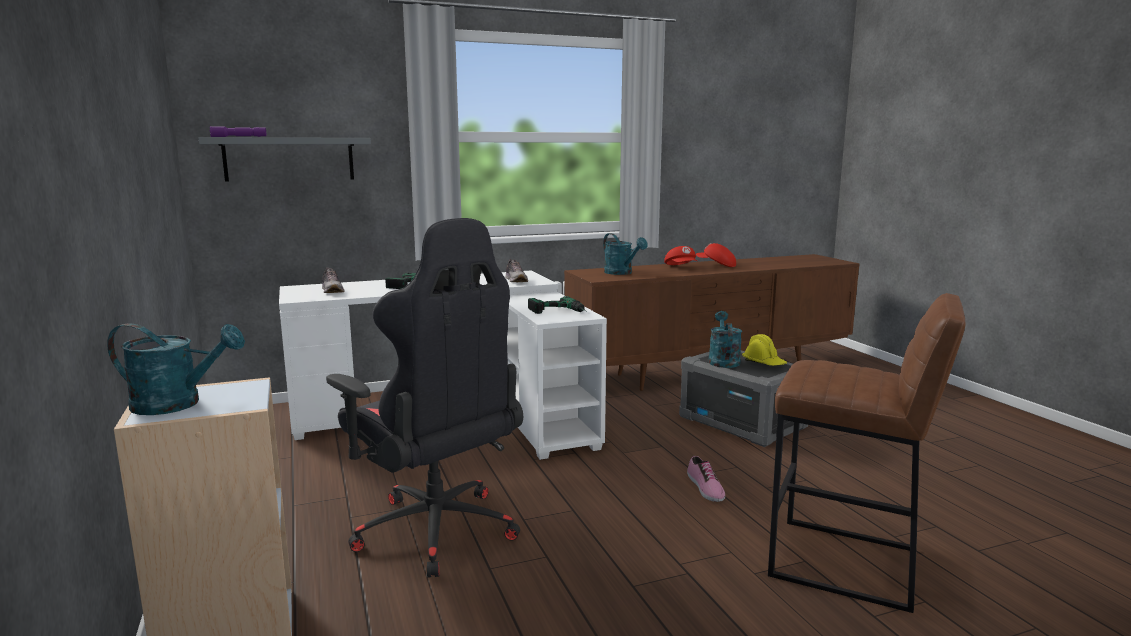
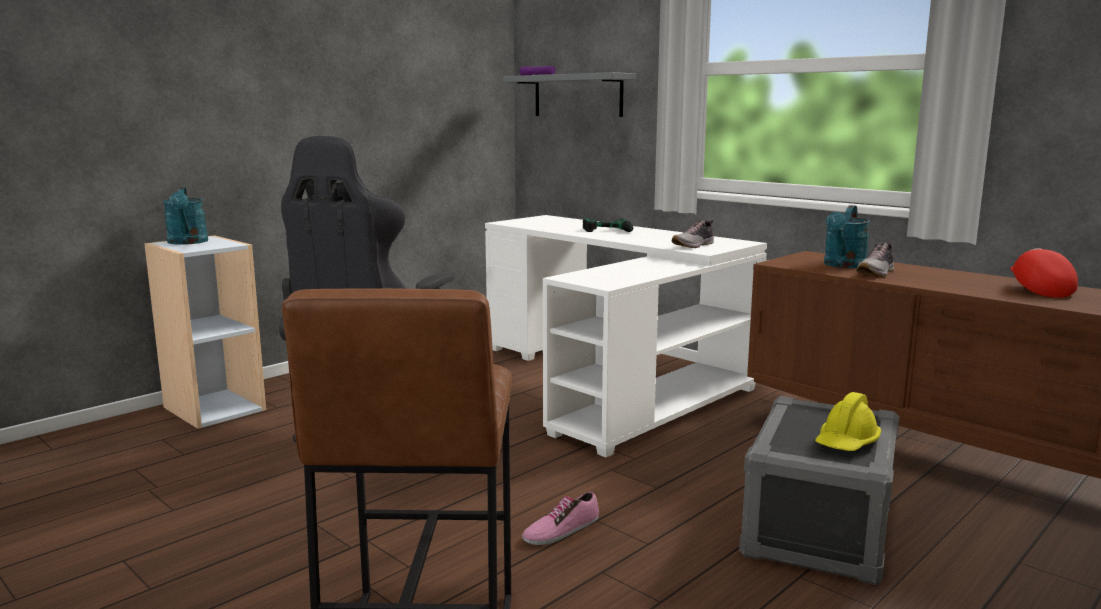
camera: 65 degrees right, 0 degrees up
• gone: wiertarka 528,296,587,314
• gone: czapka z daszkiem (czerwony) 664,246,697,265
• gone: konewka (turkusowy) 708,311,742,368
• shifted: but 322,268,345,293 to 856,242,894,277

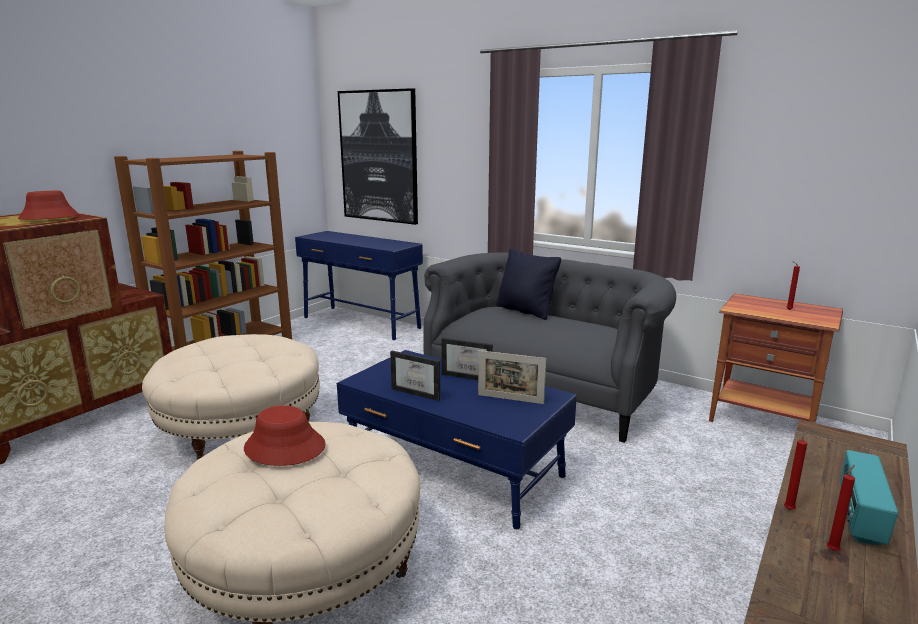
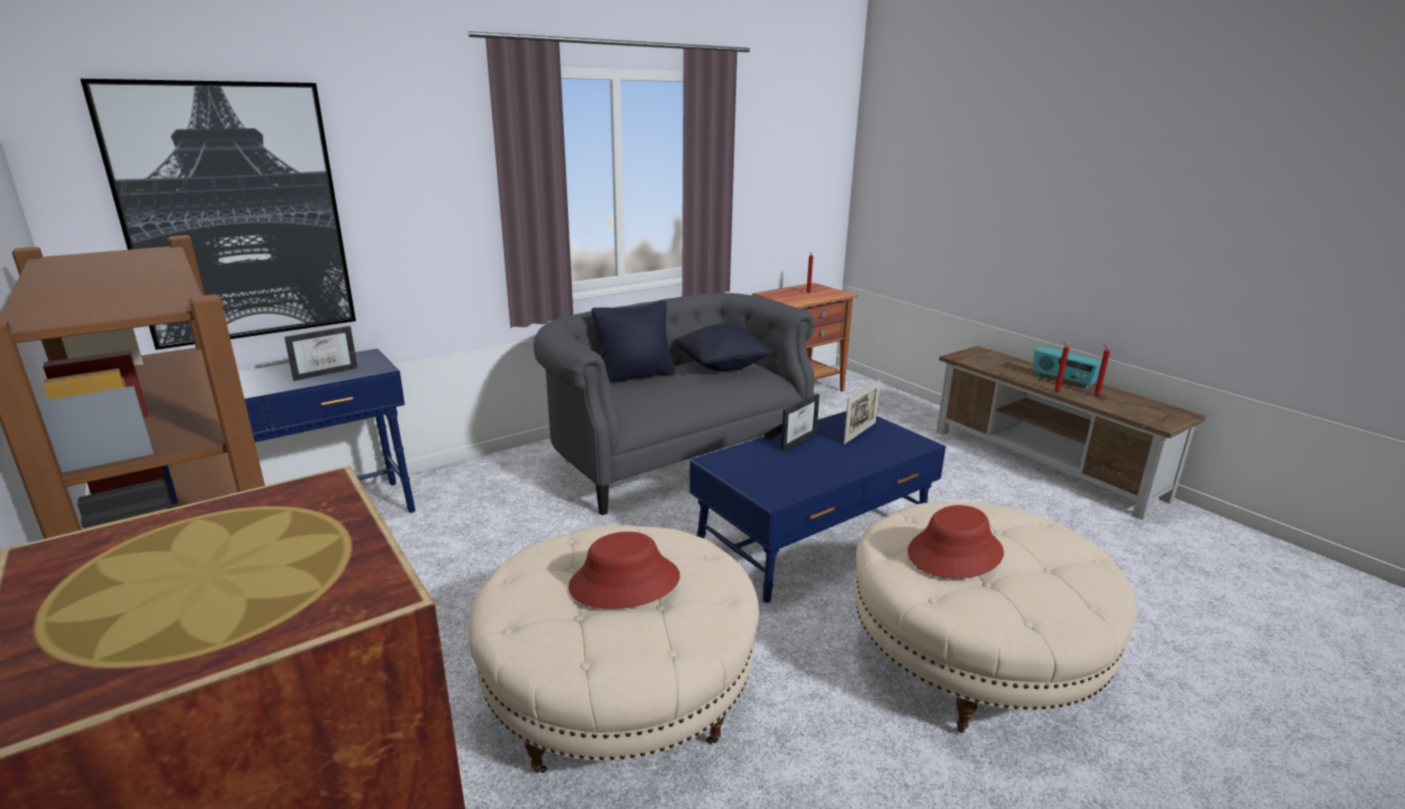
camera: 70 degrees left, 5 degrees up
• new: poduszka (czarny) 675,324,773,371
• shifted: kapelusz (czerwony) 18,191,79,220 to 568,532,680,609
• shifted: ramka na zdjęcie 390,351,440,401 to 284,326,358,381

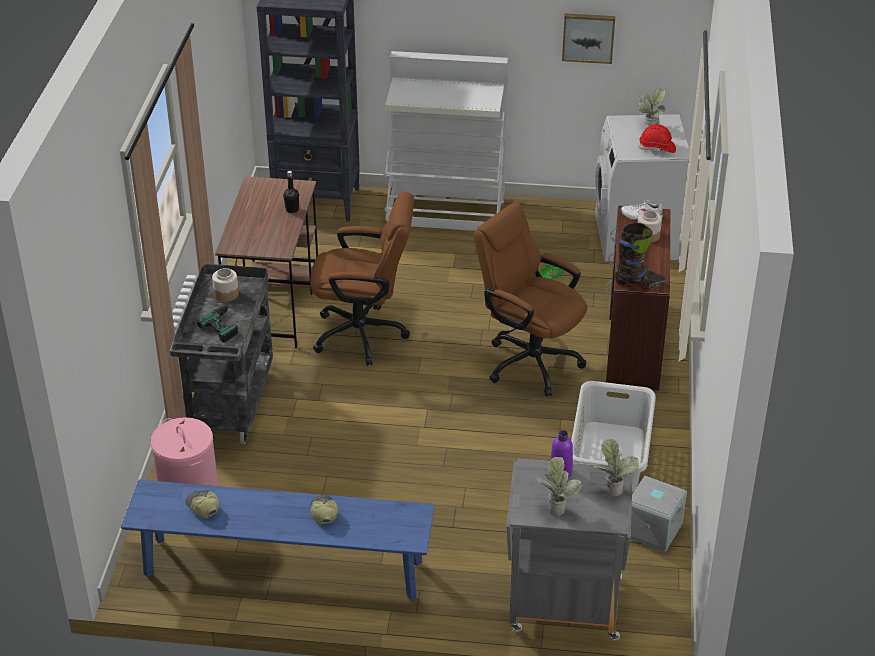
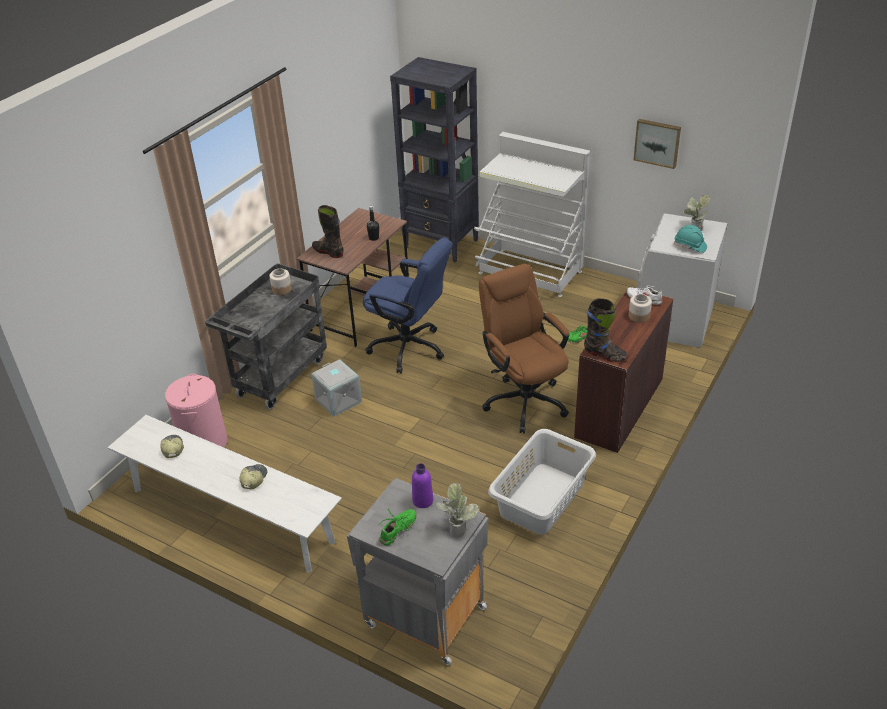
camera: 25 degrees right, 0 degrees up
• gone: wiertarka 197,303,238,343
• new: but z cholewką (czarny) 312,205,344,258
• shifted: pojemnik do przechowywania (szary) 631,476,687,552 to 311,359,362,417
• swapped: roślina doniczkowa 536,457,583,516 to but (zielony) 377,509,417,546
• repainted: ławka (niebieski) 121,480,435,601 to ławka (biały) 108,415,342,573
• repainted: krzesło biurowe (brązowy) 310,192,414,366 to krzesło biurowe (niebieski) 363,238,453,373
• repainted: kask (czerwony) 638,124,676,153 to kask (turkusowy) 674,225,707,253

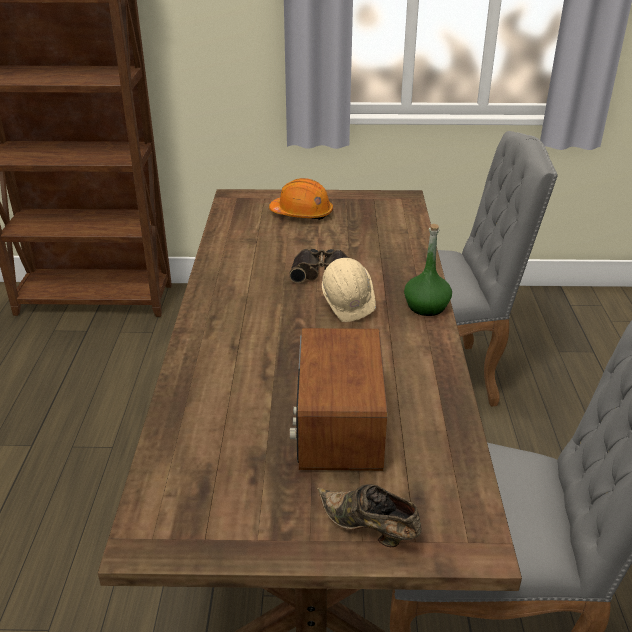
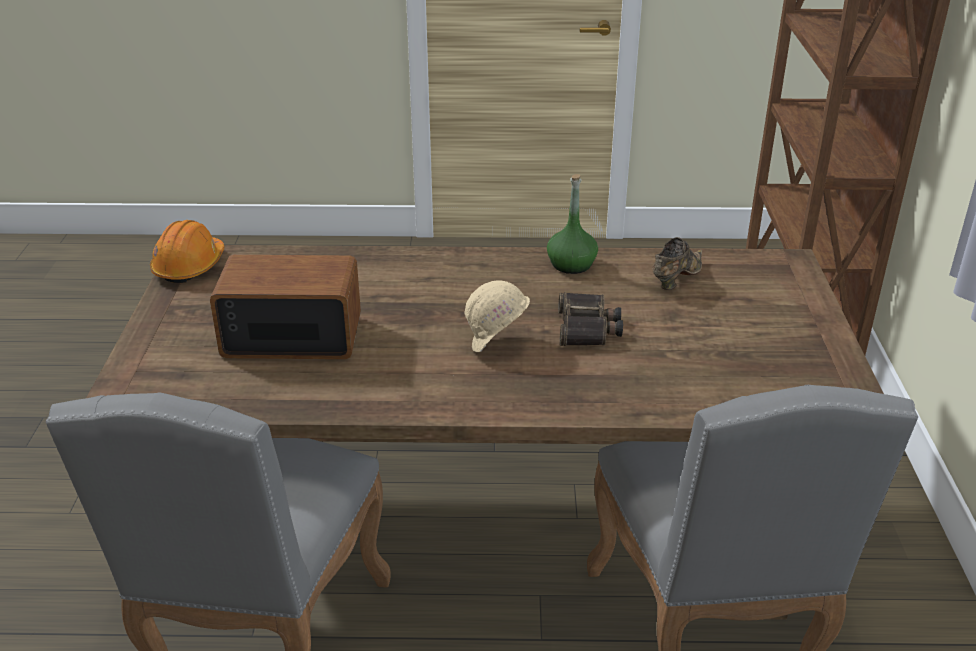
camera: 90 degrees right, 0 degrees up
• shifted: kask (pomarańczowy) 269,178,333,220 to 150,220,225,283
• shifted: but (brązowy) 317,484,422,547 to 652,237,702,290
• shifted: butelka (zielony) 404,224,452,316 to 547,174,598,274

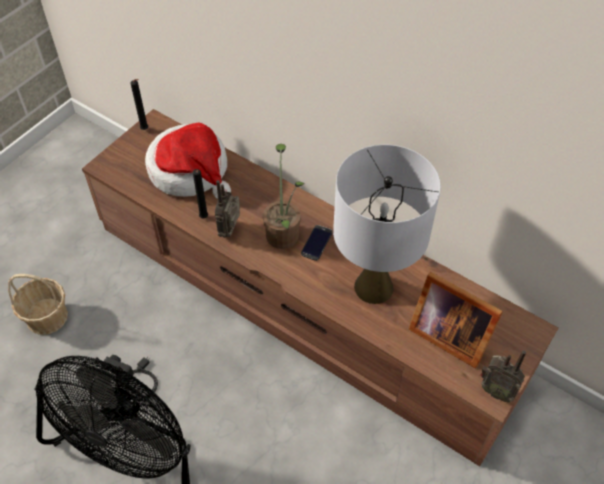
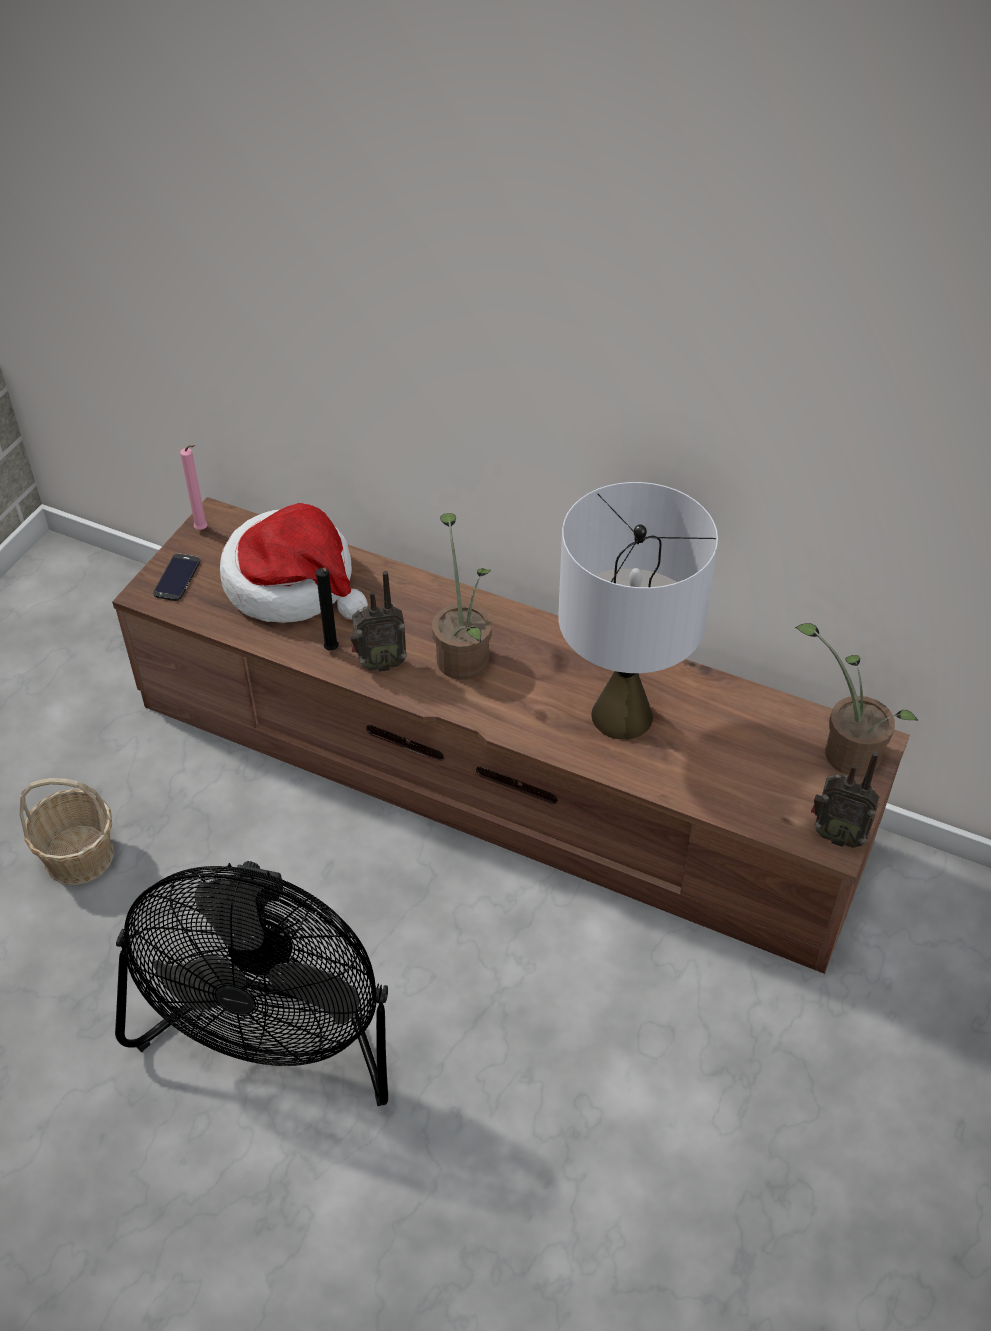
camera: 10 degrees left, 5 degrees down
• gone: ramka na zdjęcie 409,272,503,369
• new: roślina doniczkowa 795,623,918,777
• shifted: telefon 301,225,332,261 to 153,554,200,601
• repainted: świeca (czarny) 130,79,148,130 to świeca (różowy) 180,445,208,530
• rotated: radio 215,180,240,238 = 350,571,407,672 105 degrees counterclockwise

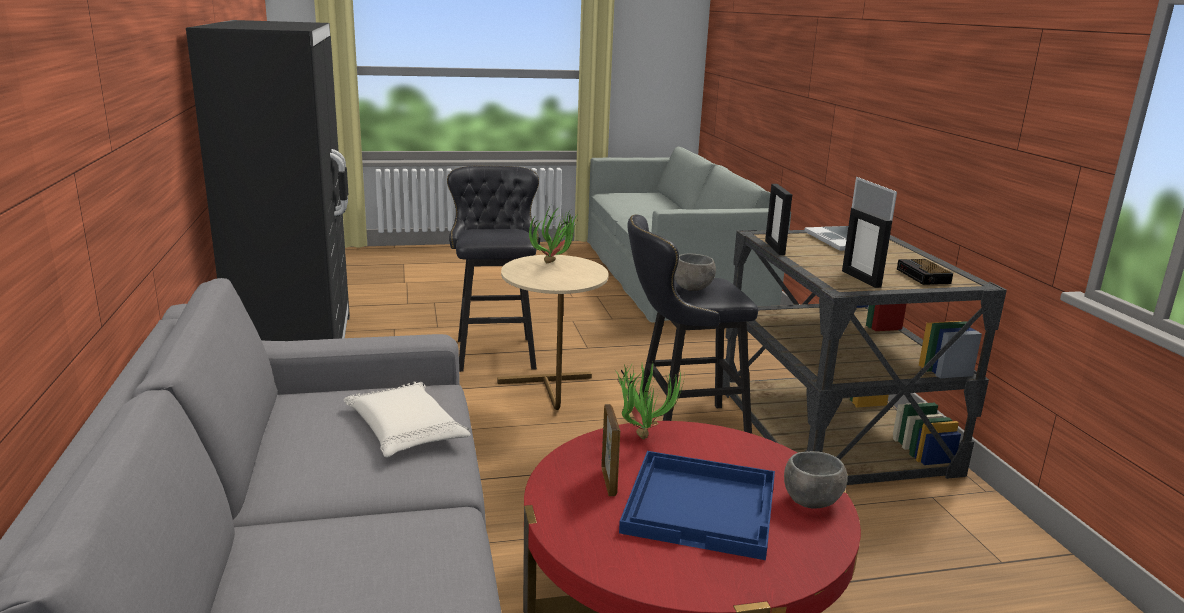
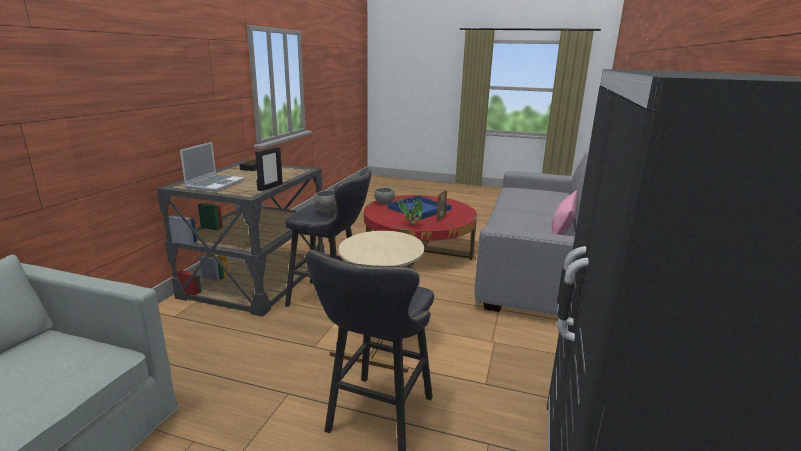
camera: 150 degrees left, 0 degrees up
• gone: poduszka (biały) 344,381,471,458
• gone: roślina doniczkowa 529,205,577,263
• gone: ramka na zdjęcie 842,207,892,288
• new: poduszka (różowy) 552,190,577,235

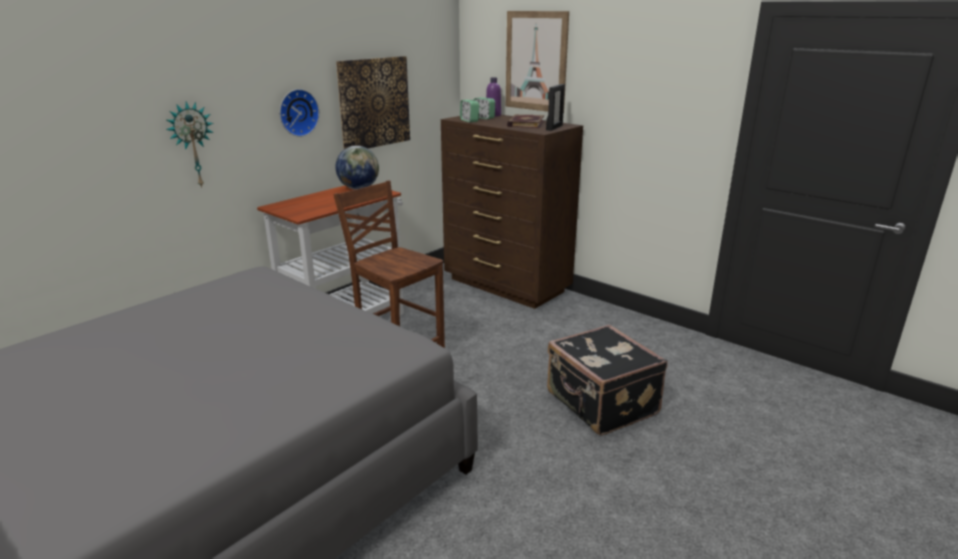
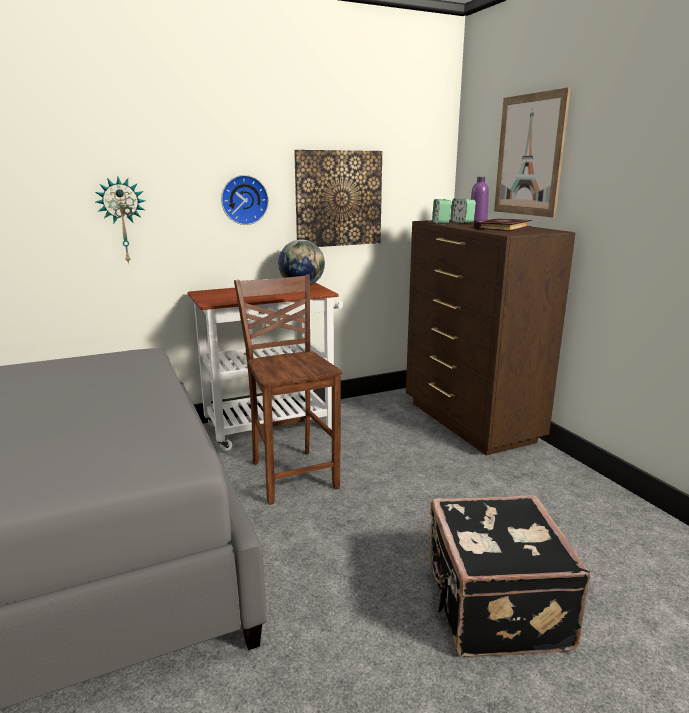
camera: 25 degrees right, 5 degrees down
• gone: ramka na zdjęcie 546,84,565,131

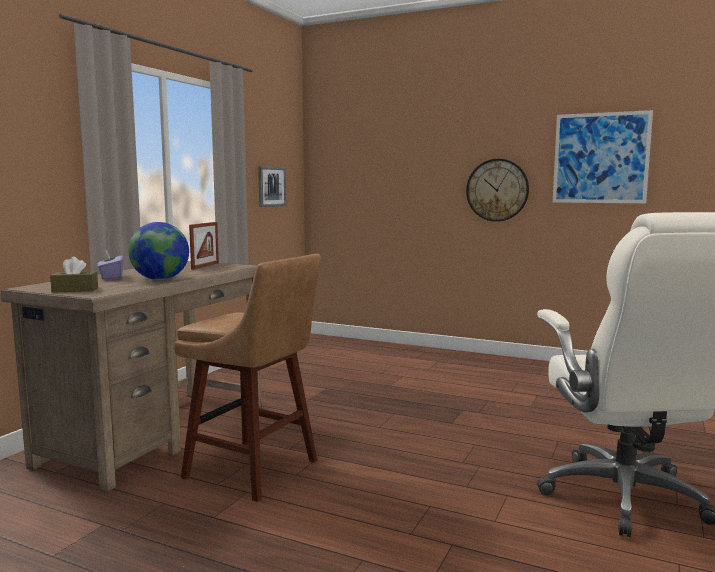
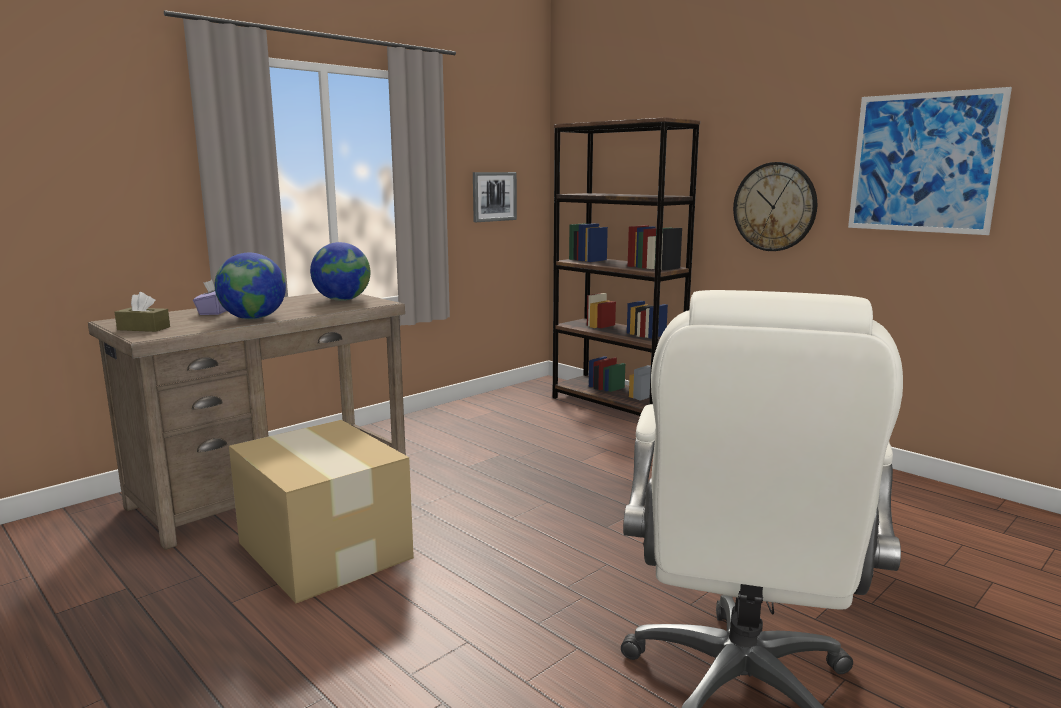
camera: 20 degrees right, 5 degrees up
• new: regał (brązowy) 553,117,700,416
• swapped: stołek (brązowy) 174,254,321,502 to karton 229,420,414,603
• swapped: ramka na zdjęcie 189,222,219,270 to globus 310,242,370,301

